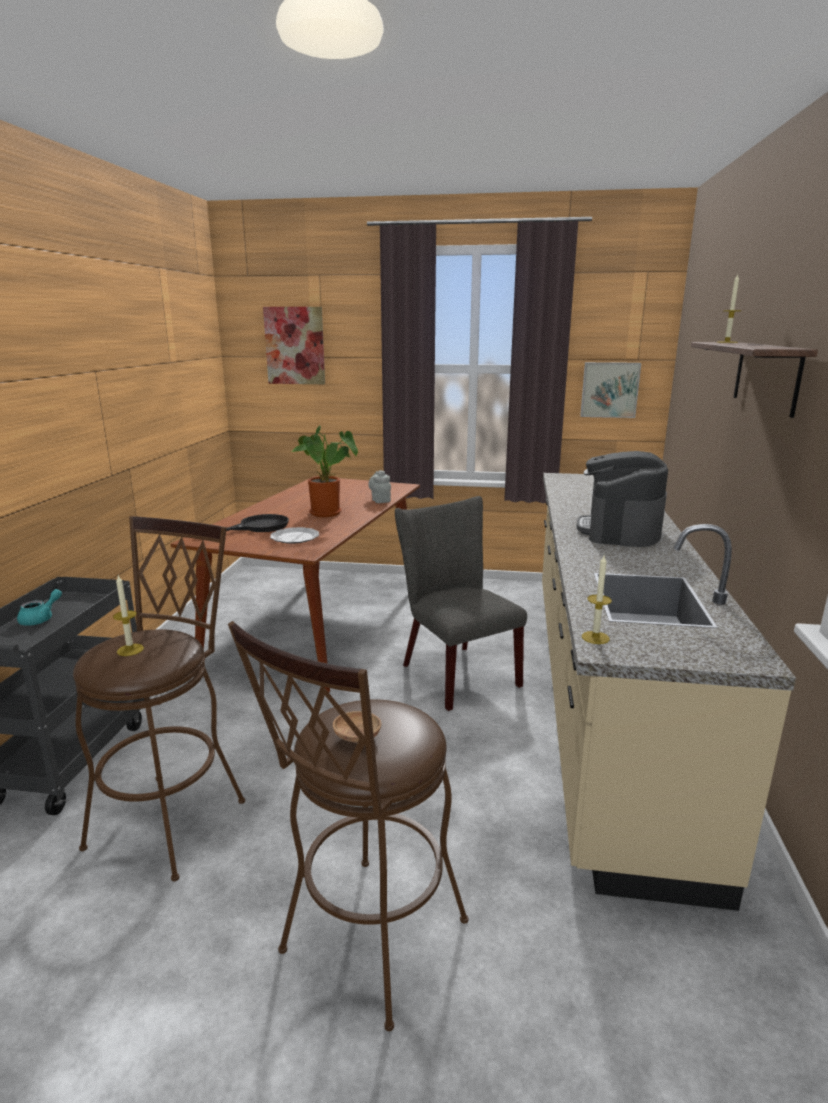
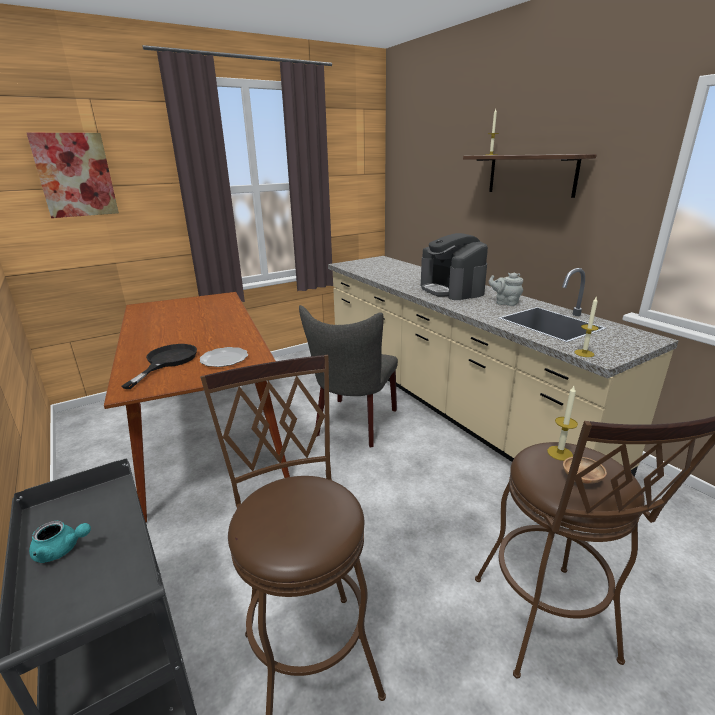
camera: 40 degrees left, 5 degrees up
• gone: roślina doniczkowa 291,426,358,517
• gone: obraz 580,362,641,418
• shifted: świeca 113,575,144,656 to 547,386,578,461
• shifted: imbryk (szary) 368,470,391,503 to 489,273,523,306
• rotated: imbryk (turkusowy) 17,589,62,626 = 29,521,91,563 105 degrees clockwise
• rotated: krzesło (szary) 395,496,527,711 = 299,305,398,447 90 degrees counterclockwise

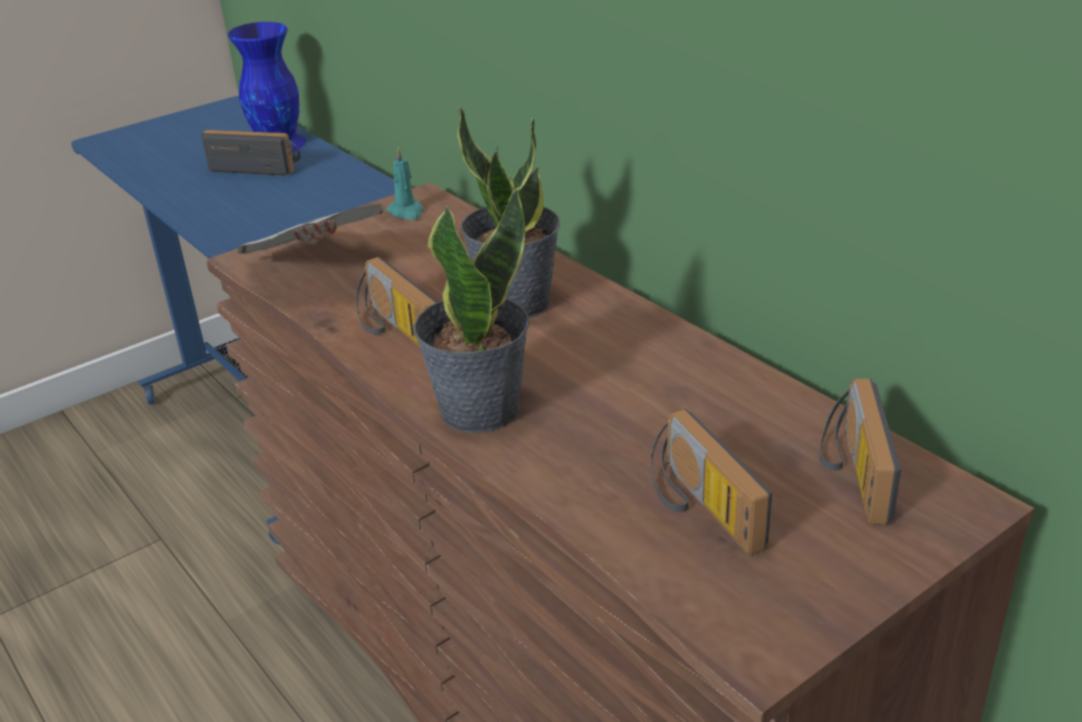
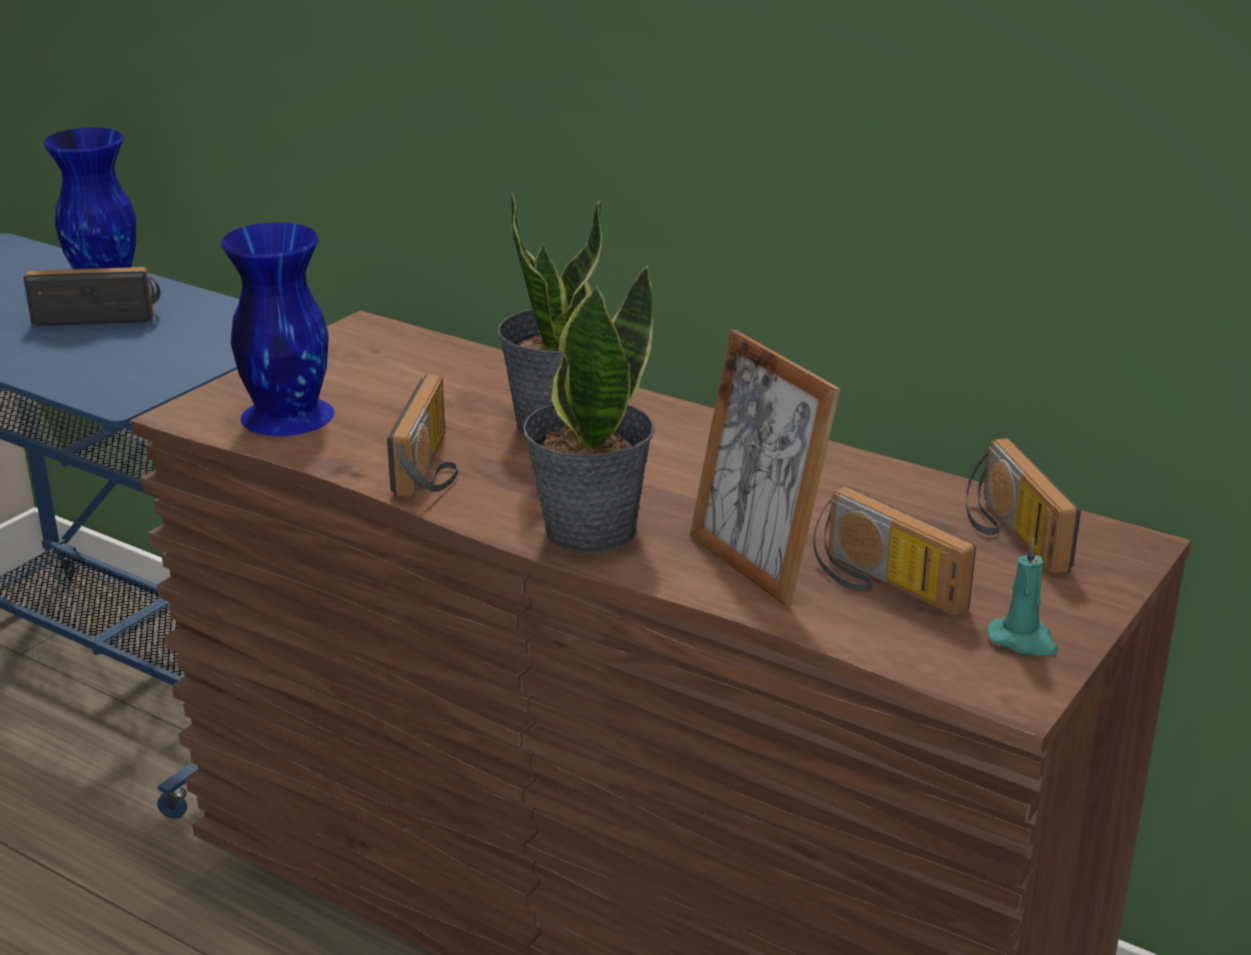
camera: 20 degrees left, 5 degrees down
• new: ramka na zdjęcie 689,330,840,607
• shifted: świeca (turkusowy) 386,148,424,220 to 987,538,1058,655
• swapped: gazeta 237,204,384,255 to wazon (niebieski) 221,223,334,436
• rotated: radio 356,257,437,349 = 387,375,458,498 120 degrees counterclockwise

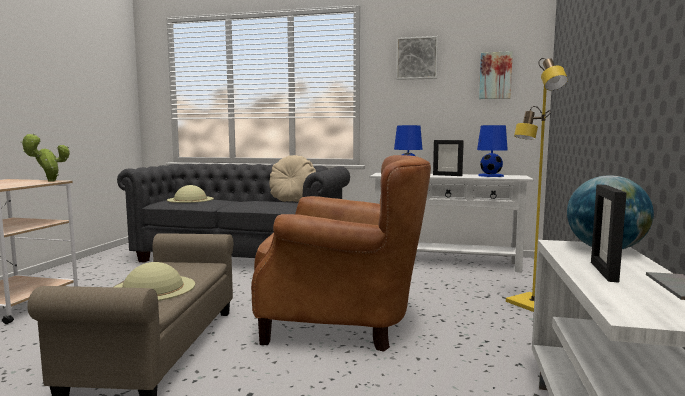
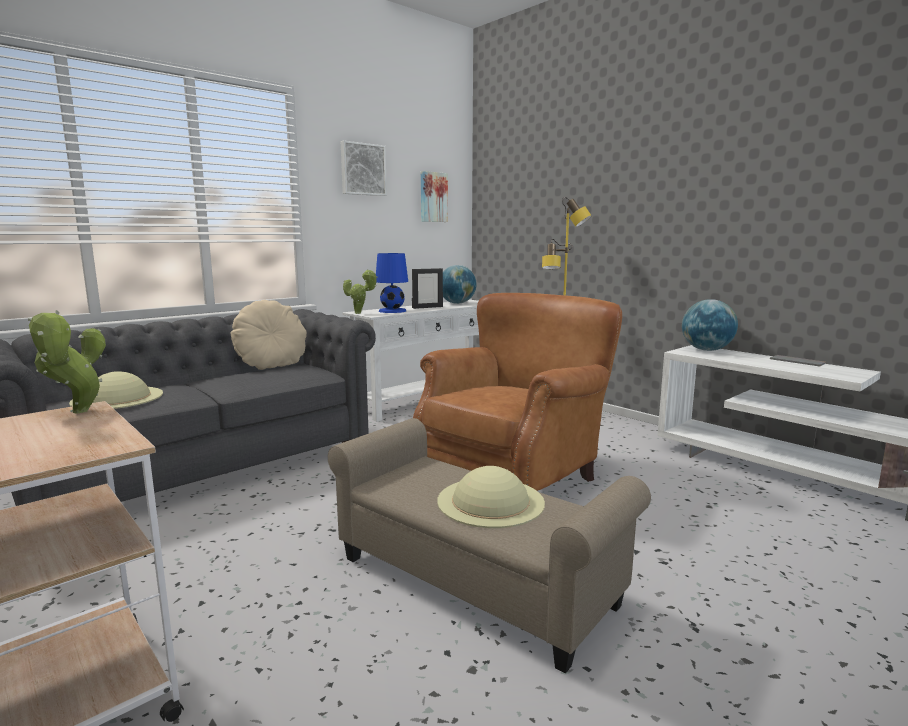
camera: 55 degrees left, 5 degrees up
• gone: ramka na zdjęcie 591,185,627,282
• new: roślina doniczkowa 343,269,377,314
• swapped: lampa stołowa (niebieski) 477,125,508,177 to globus 443,265,477,304

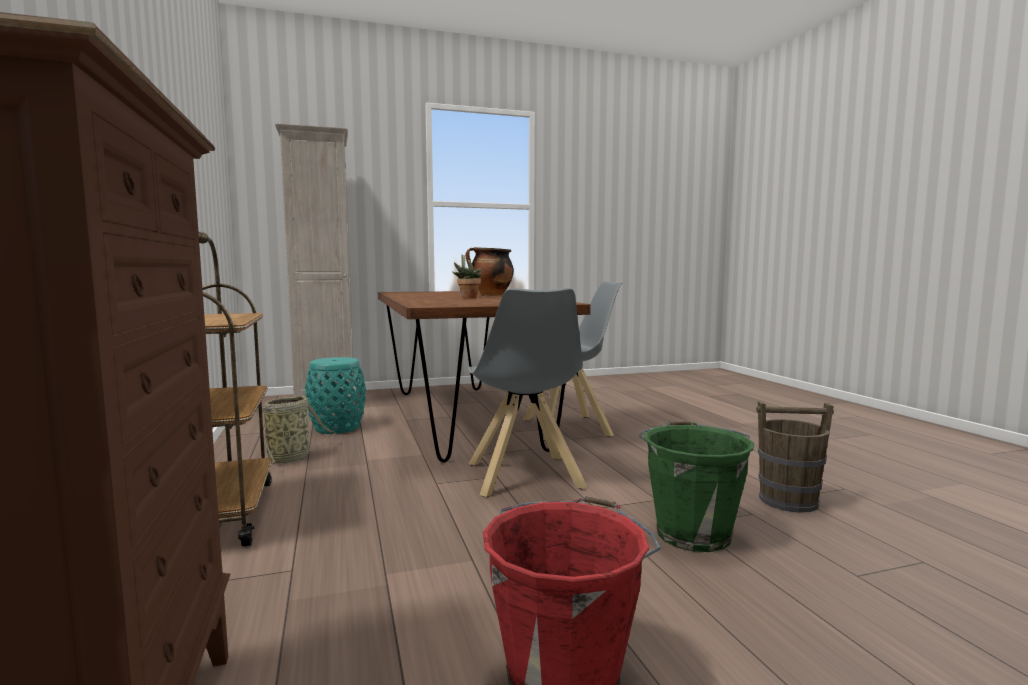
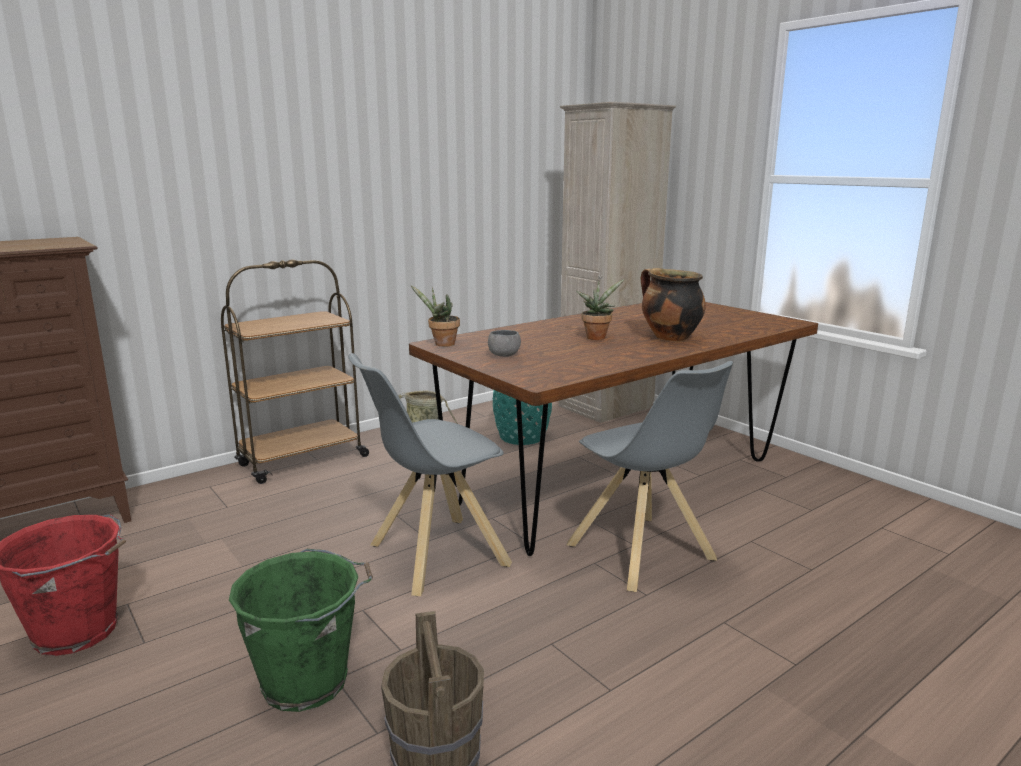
camera: 70 degrees right, 10 degrees up
• new: roślina doniczkowa 410,285,460,347
• new: miska (szary) 488,330,521,357

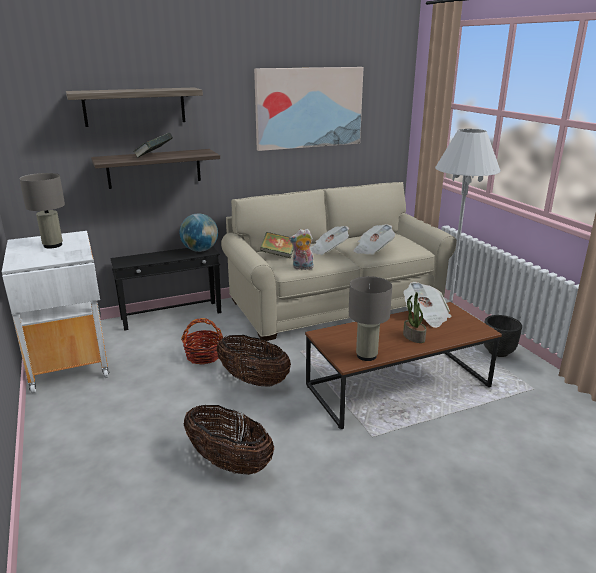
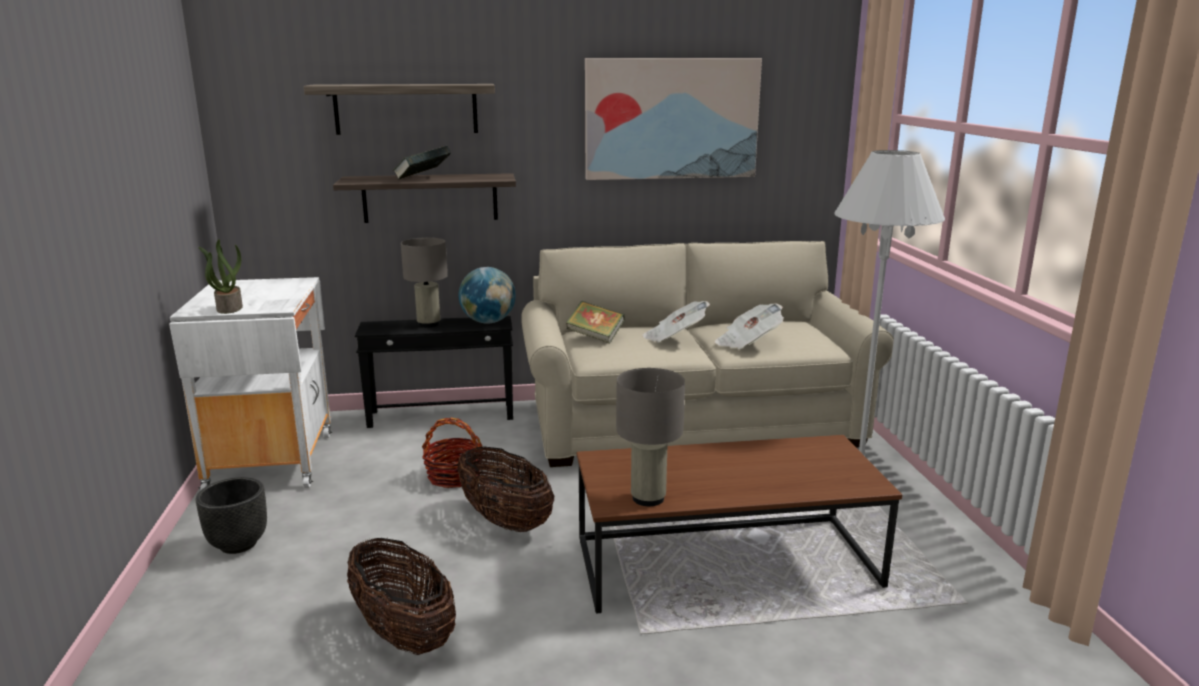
camera: 15 degrees right, 5 degrees down
• gone: pluszak 289,229,314,270
• gone: gazeta 403,282,452,328
• shifted: lampa stołowa (szary) 19,173,65,249 to 401,237,448,328
• shifted: roślina doniczkowa 403,292,426,343 to 198,239,243,314
• shifted: donica (czarny) 484,315,522,357 to 196,477,267,554

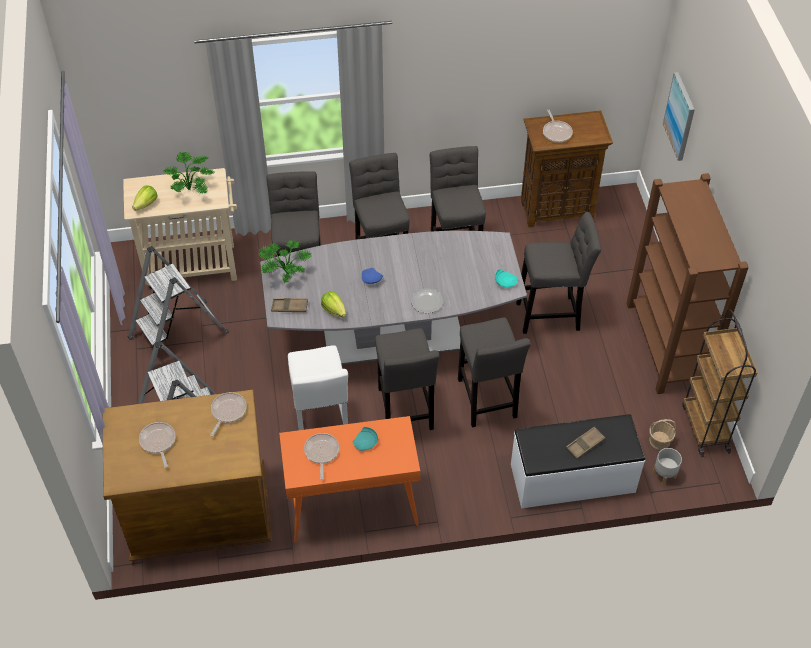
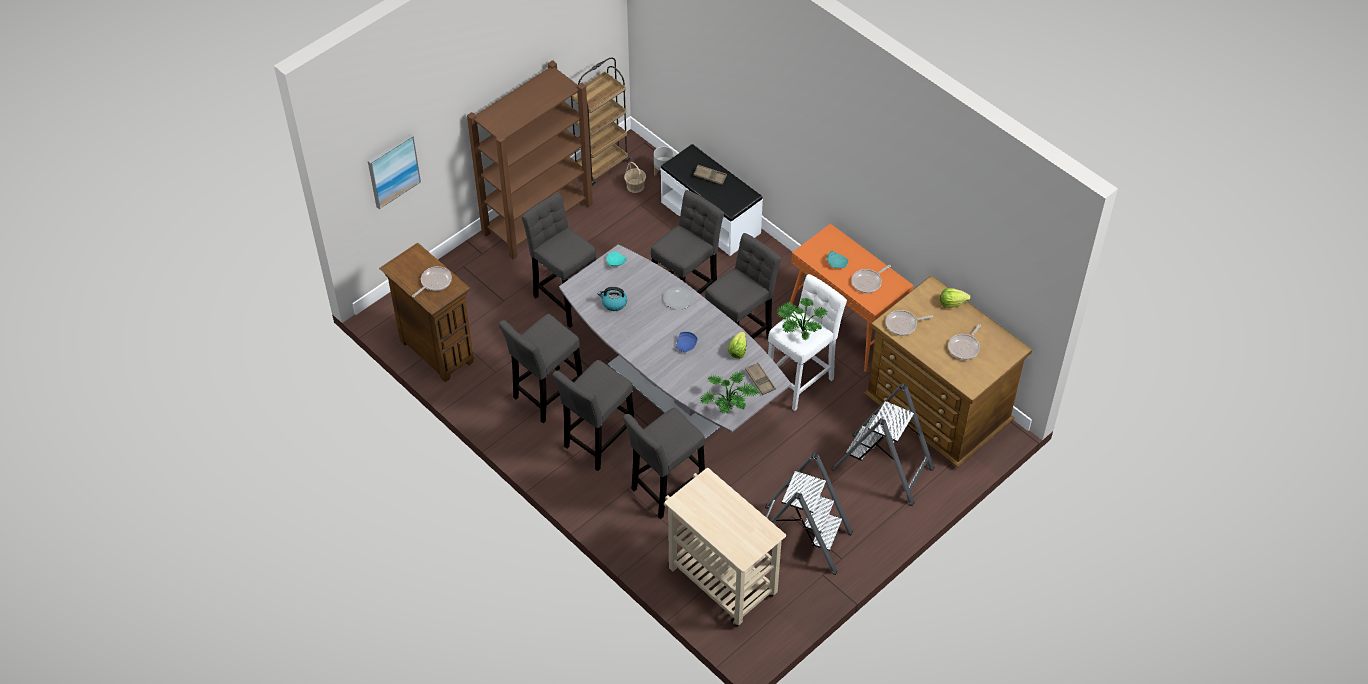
camera: 125 degrees left, 0 degrees up
• new: czajnik 598,287,627,311
• shifted: sałata 132,185,157,211 to 940,288,971,308
• shifted: roślina doniczkowa 164,151,214,194 to 776,298,827,340

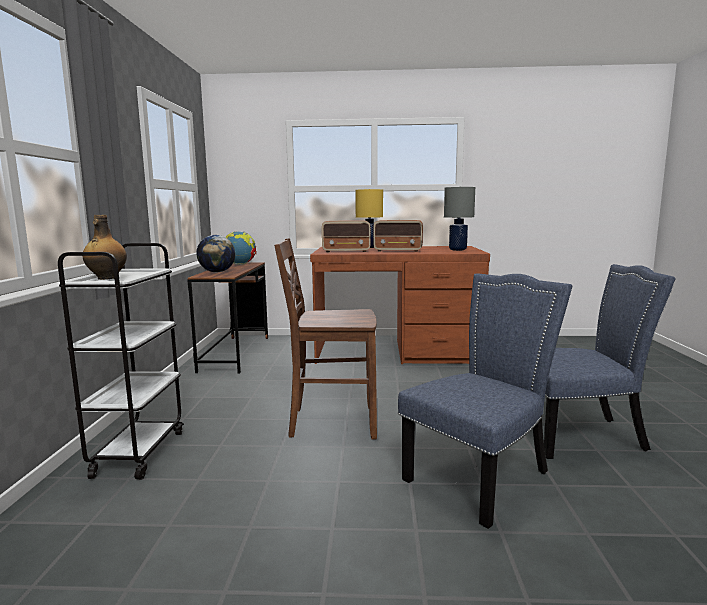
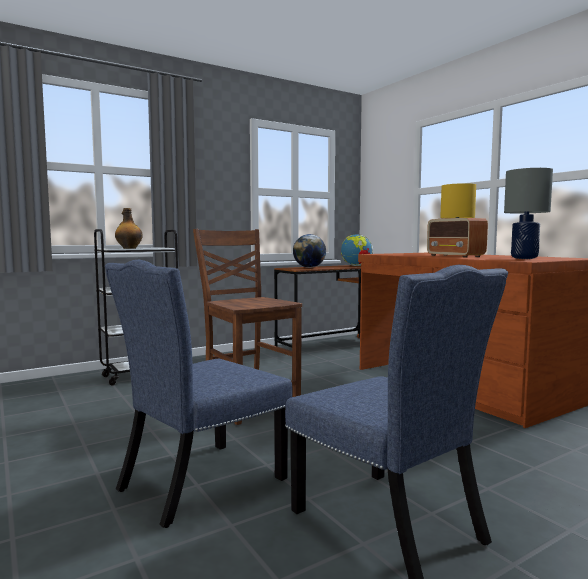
camera: 55 degrees right, 5 degrees down
• gone: radio 322,220,370,252
• rotated: krzesło (niebieski) 398,273,572,529 = 105,260,293,528 120 degrees clockwise

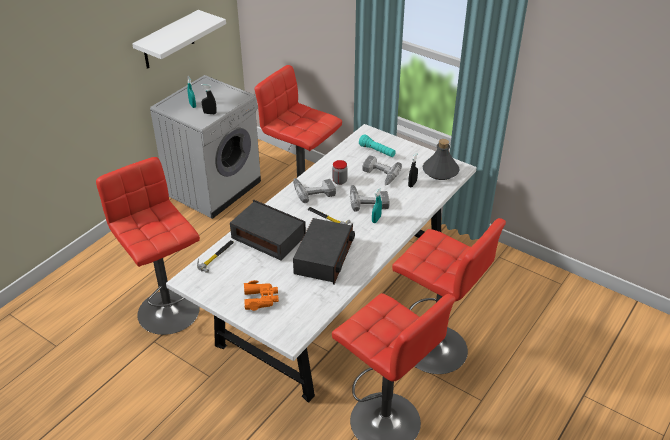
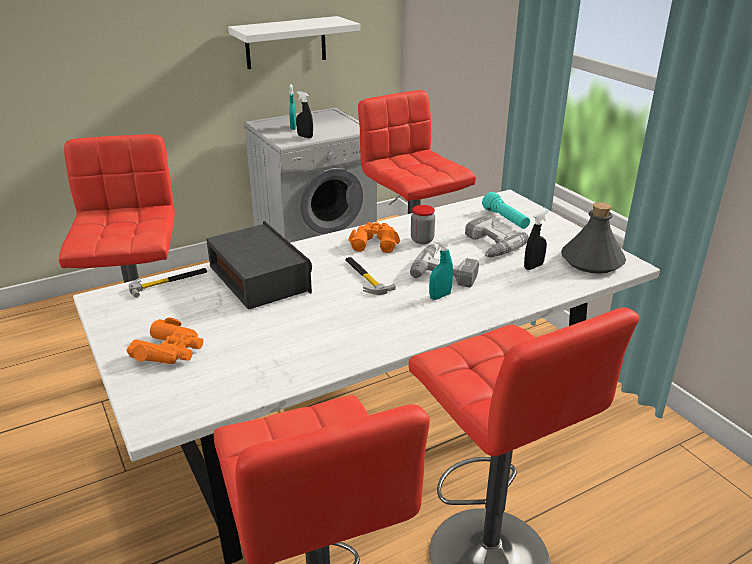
camera: 25 degrees right, 10 degrees down
• gone: radio 293,218,355,285
• swapped: wiertarka 293,178,336,203 to lornetka (pomarańczowy) 348,222,400,253

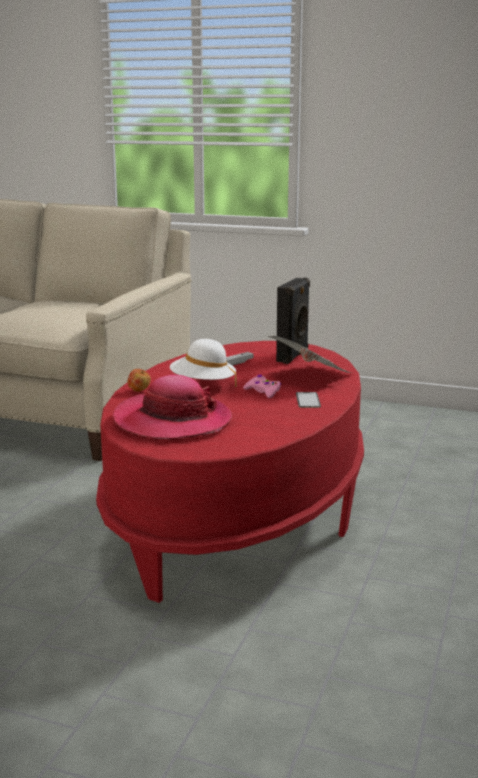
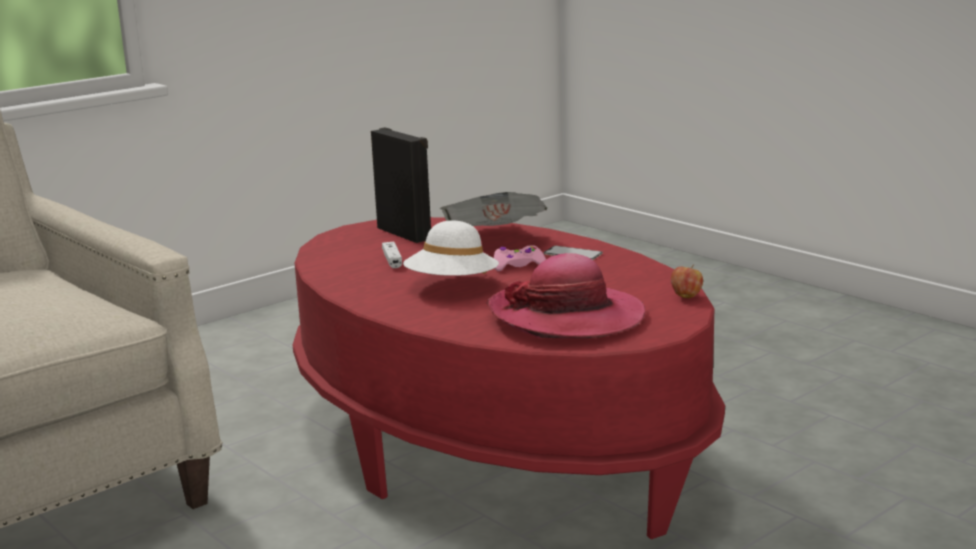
camera: 60 degrees left, 0 degrees up
• shifted: jabłko 128,369,151,392 to 671,265,703,298

